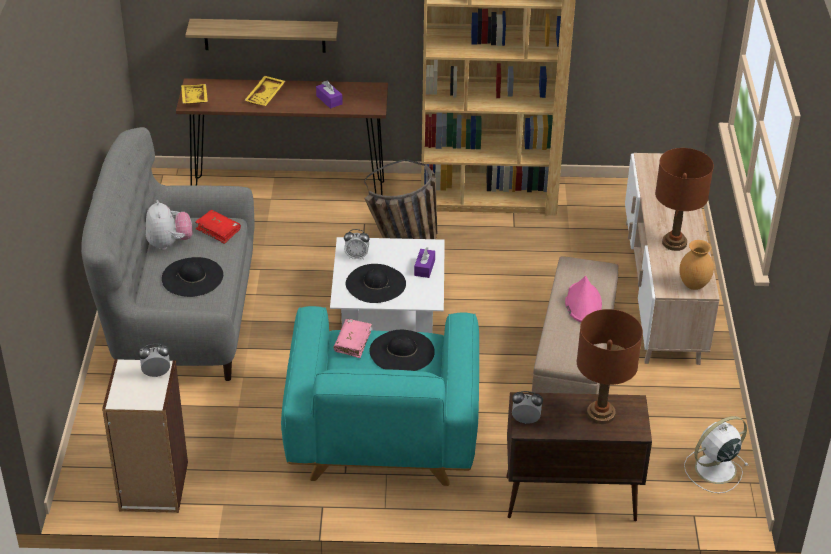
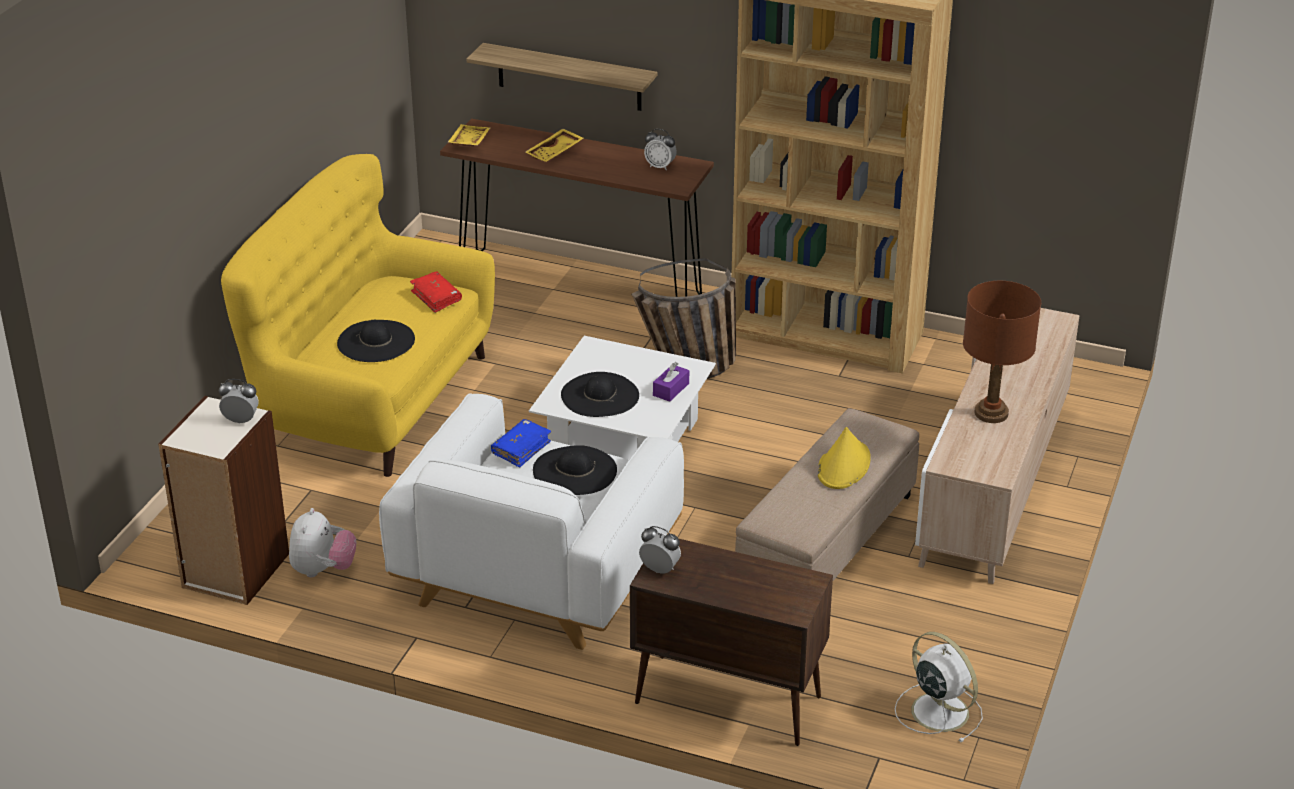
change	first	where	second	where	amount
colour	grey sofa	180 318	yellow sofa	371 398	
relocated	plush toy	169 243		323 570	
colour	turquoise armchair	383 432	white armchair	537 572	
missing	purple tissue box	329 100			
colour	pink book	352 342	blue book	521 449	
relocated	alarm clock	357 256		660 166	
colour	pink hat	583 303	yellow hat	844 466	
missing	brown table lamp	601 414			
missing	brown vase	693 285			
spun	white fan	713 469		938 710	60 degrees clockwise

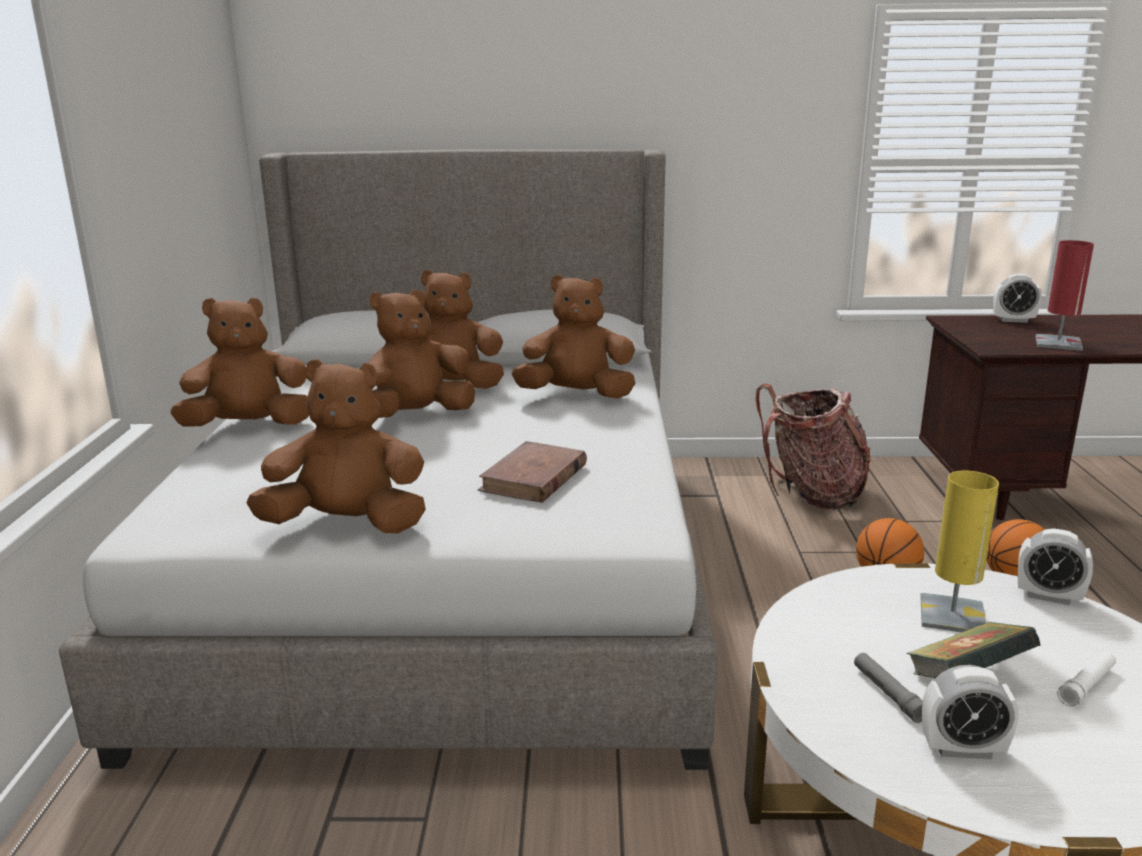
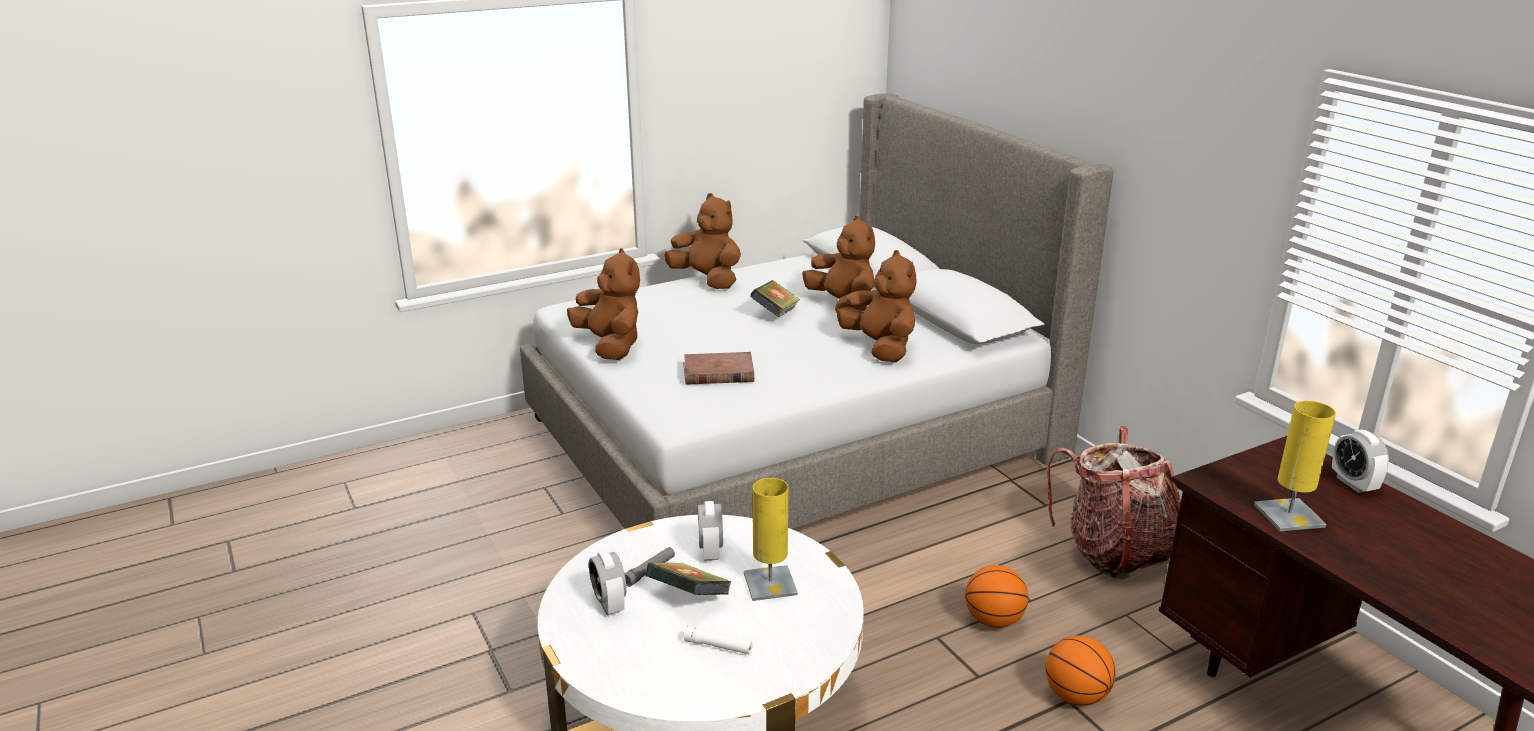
change	first	where	second	where	amount
exchanged	brown plush toy	417 416	book	775 314	
relocated	alarm clock	1048 596		711 551	
colour	red table lamp	1058 343	yellow table lamp	1289 515	

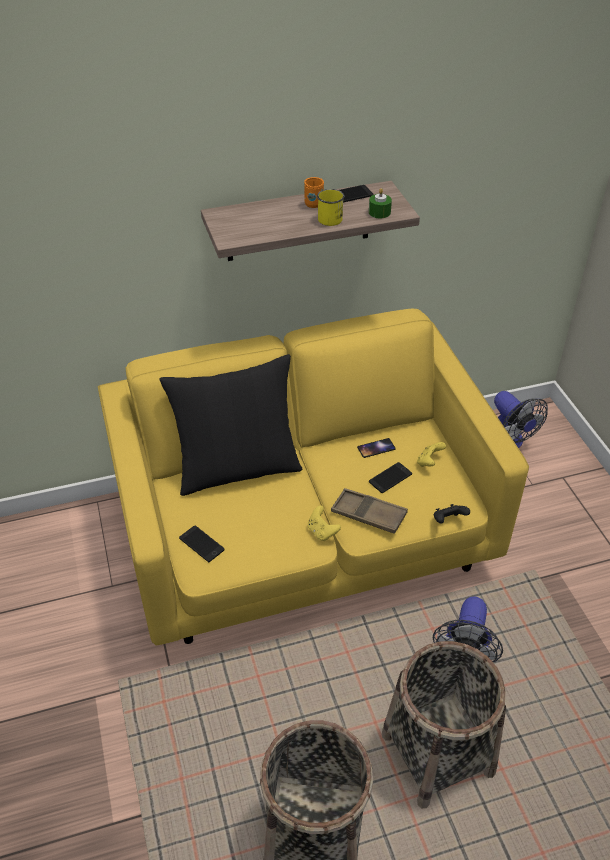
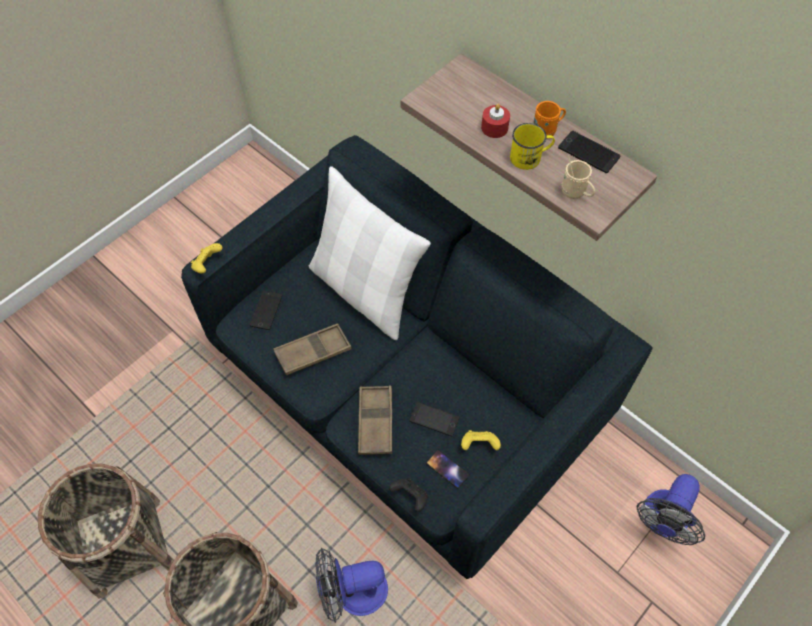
change	first	where	second	where	amount
colour	yellow sofa	305 538	blue sofa	406 392	
colour	black pillow	238 469	white pillow	365 291	
relocated	yellow game controller	322 532		207 265	
relocated	phone	376 448		447 469	
exchanged	green candle	379 212	beige mug	576 194	
appeared			brown tray	313 352	
appeared			red candle	494 128	

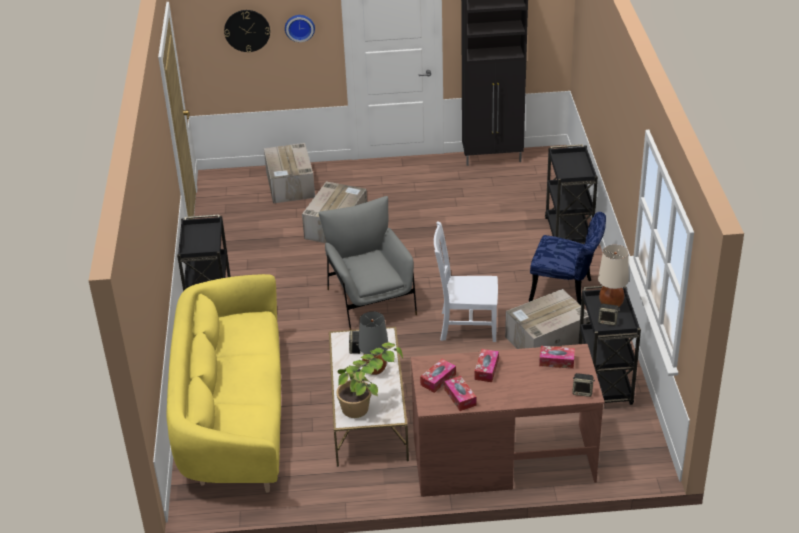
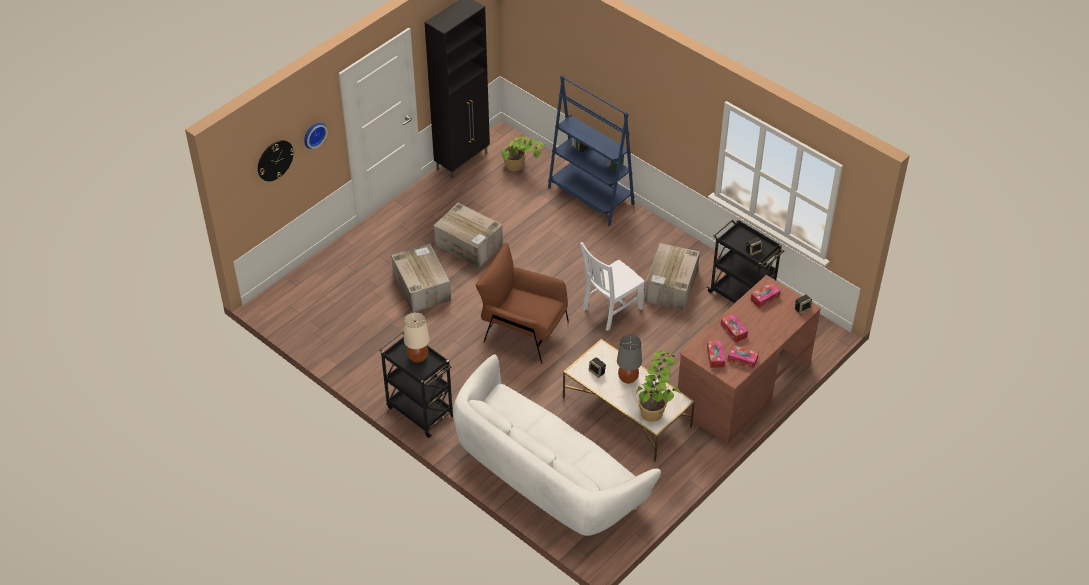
change	first	where	second	where	amount
colour	yellow sofa	234 417	white sofa	547 477	
relocated	cardboard box	290 185		469 244	
colour	grey armchair	370 300	brown armchair	523 331	
missing	blue chair	567 291			
exchanged	black cart	568 234	blue bookcase	590 196	
relocated	beige table lamp	610 304		418 357	
appeared			potted plant	520 170	

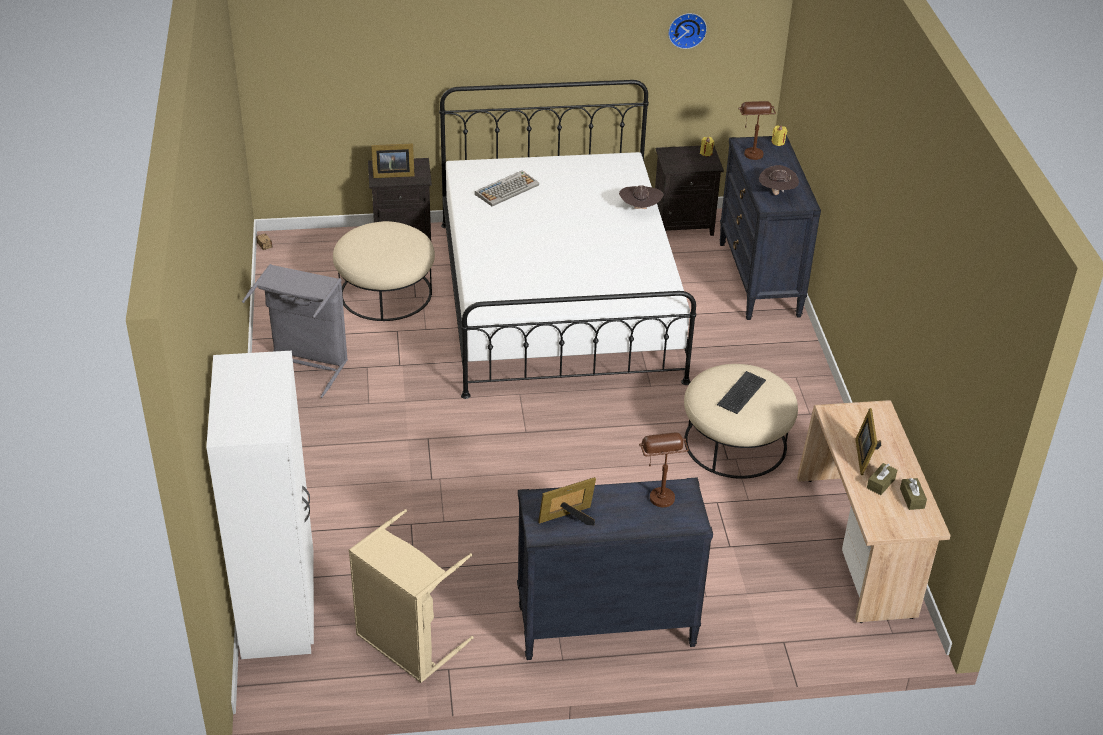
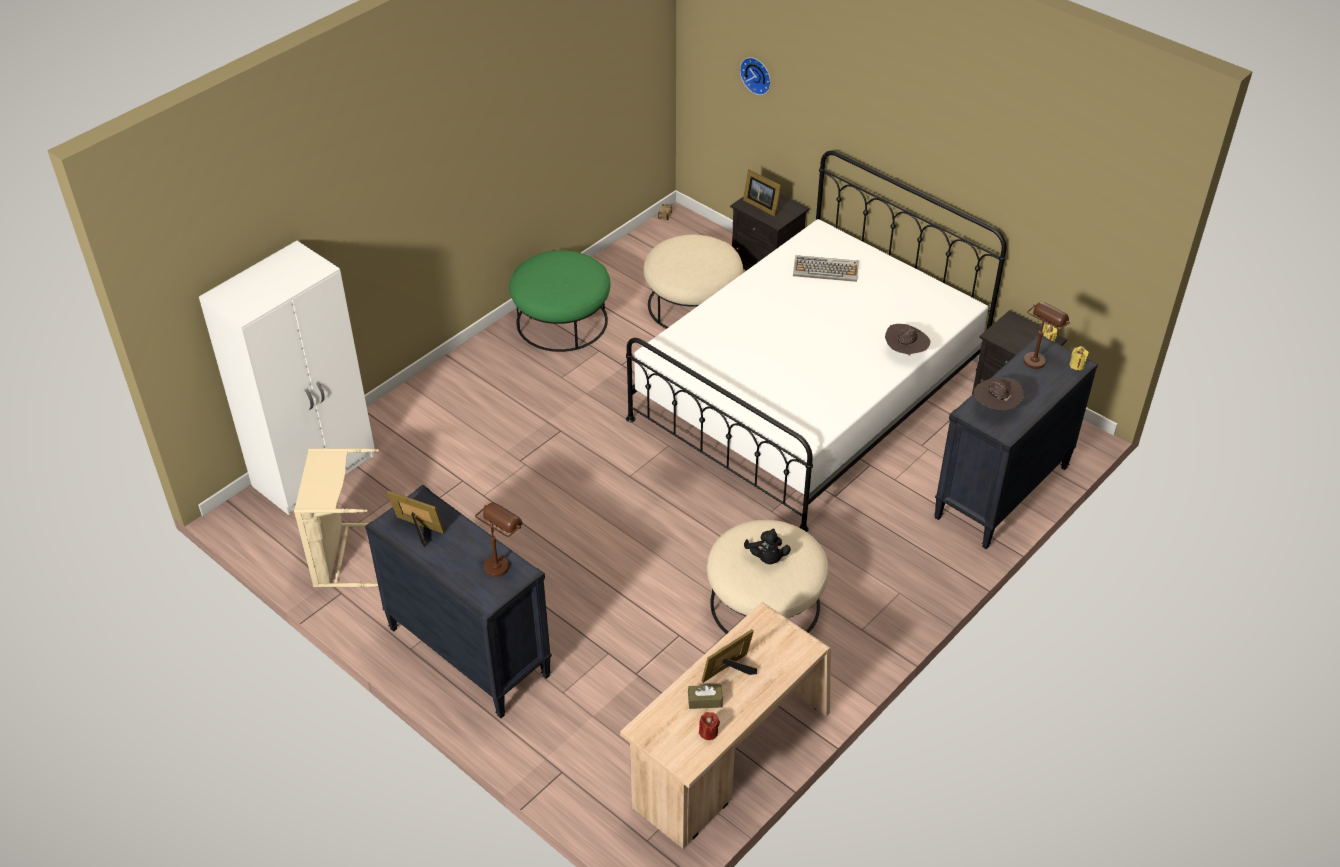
change	first	where	second	where	amount
exchanged	grey laundry basket	304 365	green ottoman	562 321	
relocated	wall clock	687 29		757 74	
exchanged	keyboard	742 393	black plush toy	767 558	
exchanged	brown tissue box	912 498	red candle	708 732	

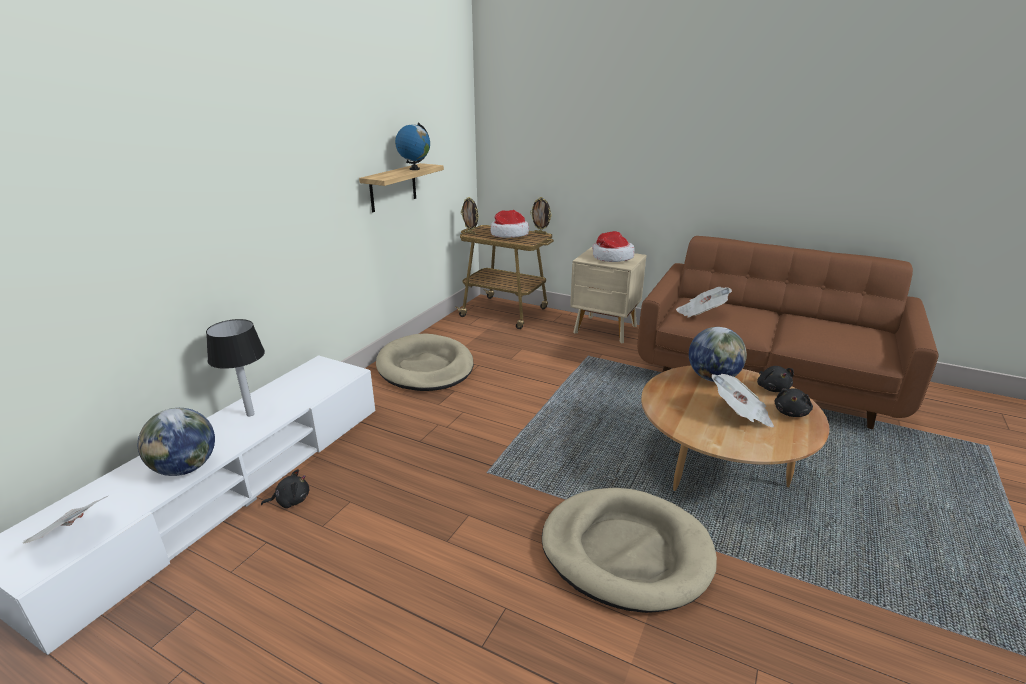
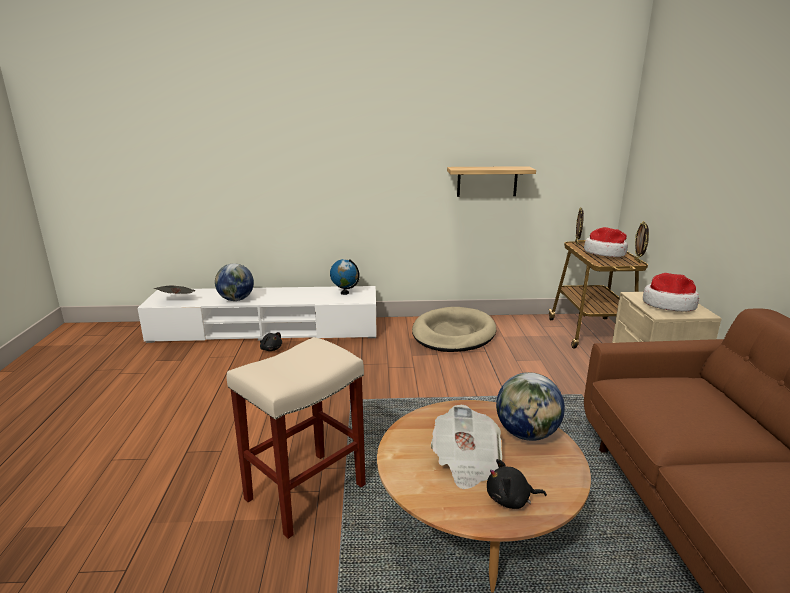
change	first	where	second	where	amount
missing	table lamp	250 414			
relocated	globe	414 169		345 293	
exchanged	beige dog bed	625 551	beige stool	306 491	
missing	newspaper	701 314			
missing	black plush toy	772 388			

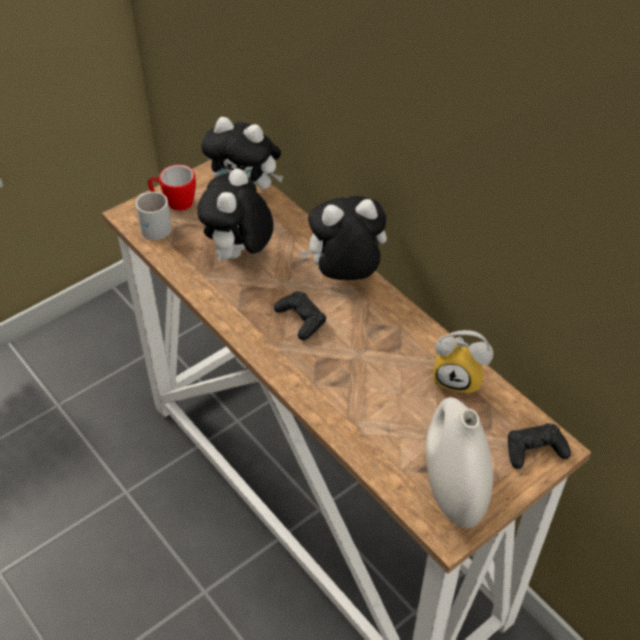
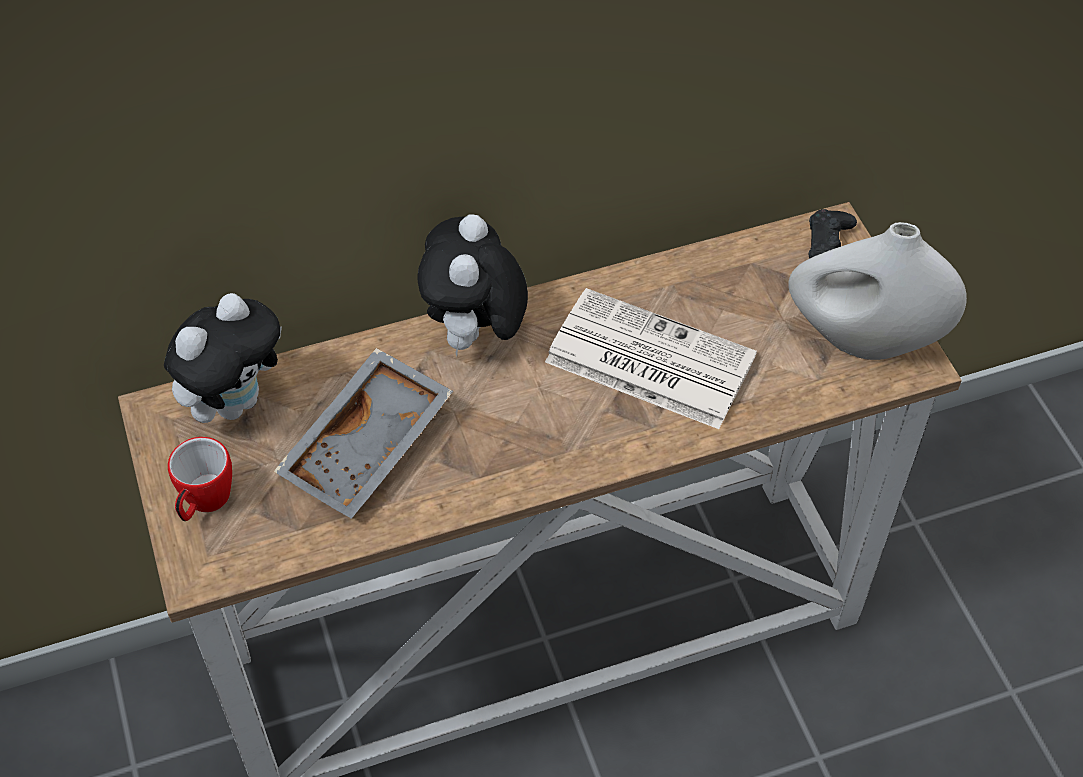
change	first	where	second	where	amount
missing	white mug	154 225			
exchanged	plush toy	239 255	grey tray	369 447	
missing	black game controller	301 319			
missing	alarm clock	459 378			
appeared			newspaper	647 359	

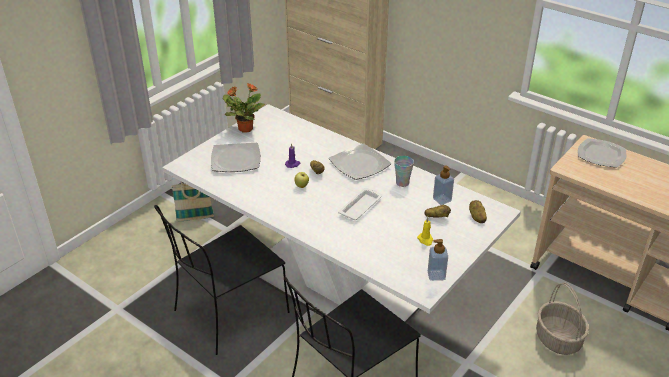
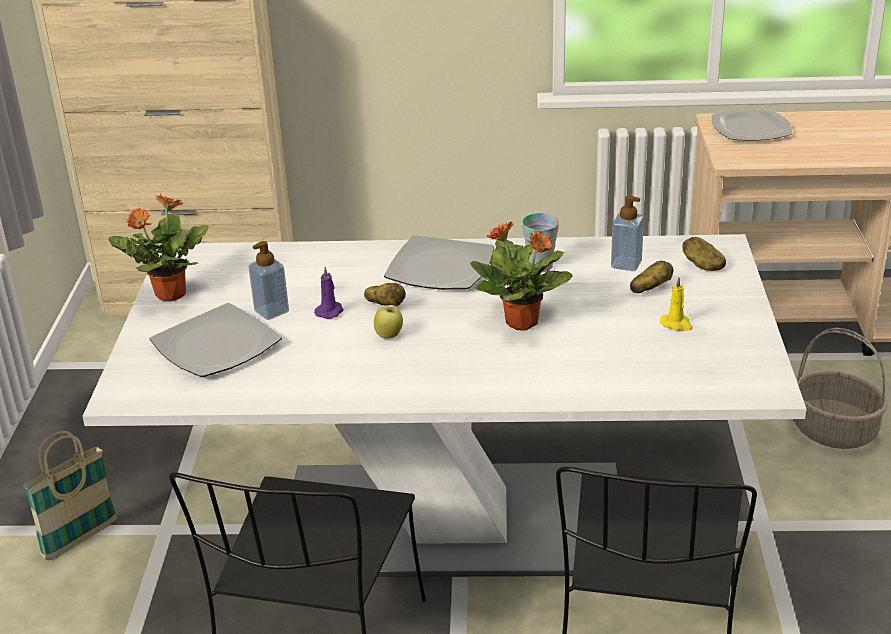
change	first	where	second	where	amount
exchanged	white tray	361 206	potted plant	523 323	
relocated	soap dispenser	436 275		271 311	

